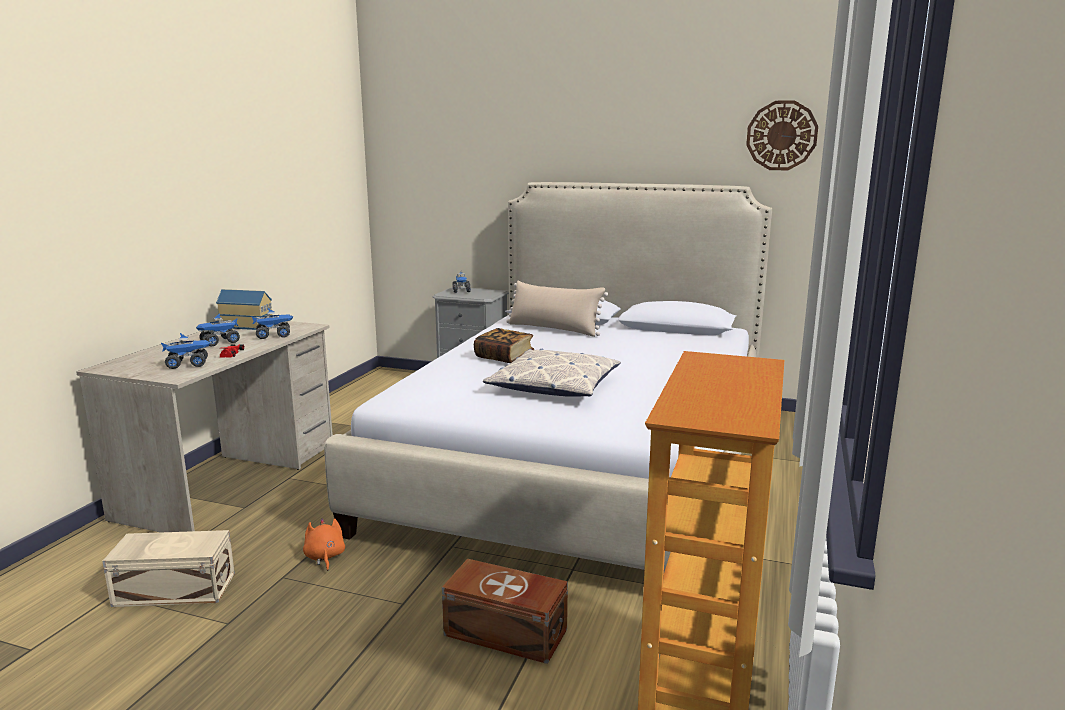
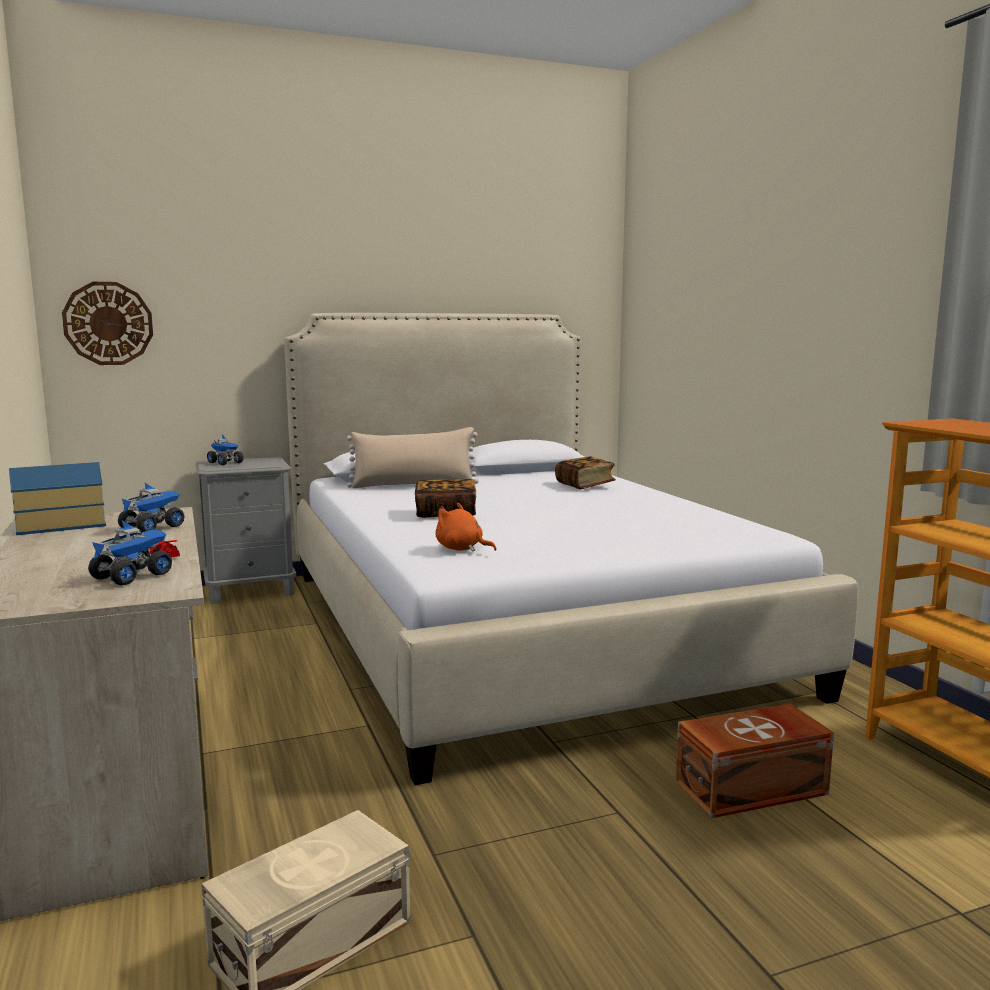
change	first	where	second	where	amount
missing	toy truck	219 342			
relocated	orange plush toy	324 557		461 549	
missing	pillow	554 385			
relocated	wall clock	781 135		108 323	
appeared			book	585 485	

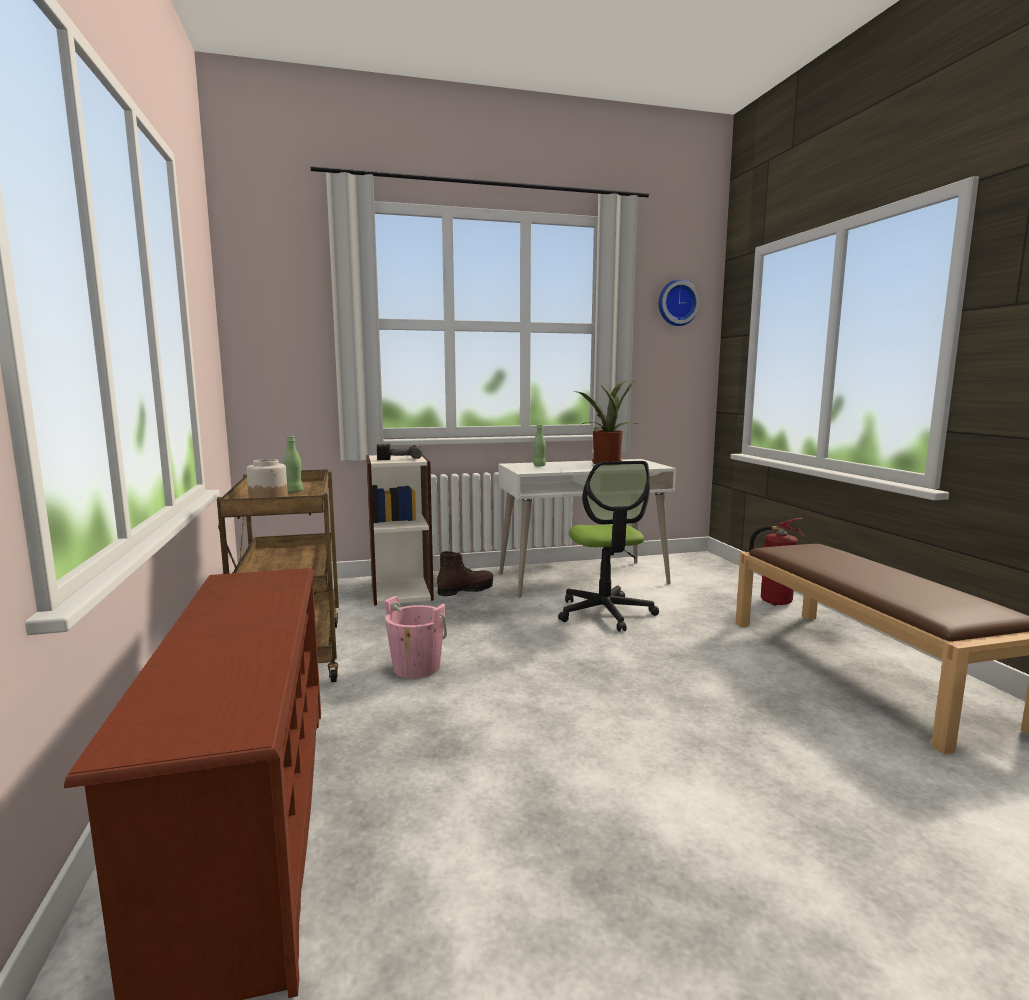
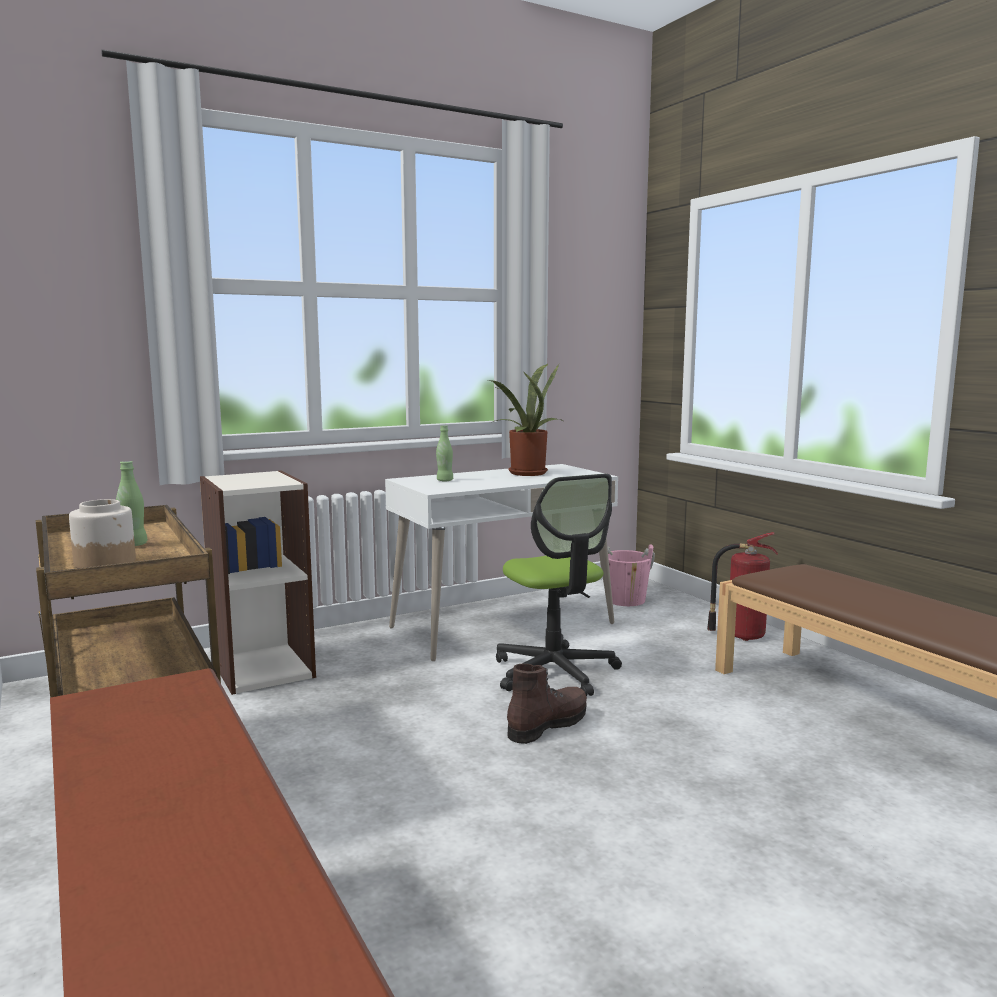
change	first	where	second	where	amount
missing	power drill	400 458			
relocated	pink bucket	416 667		625 600	
relocated	brown boot	465 590		547 725	
missing	wall clock	677 303			

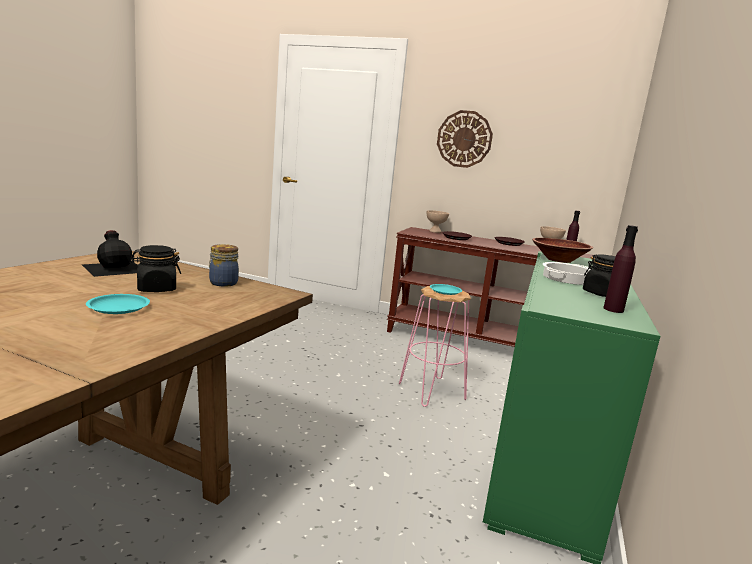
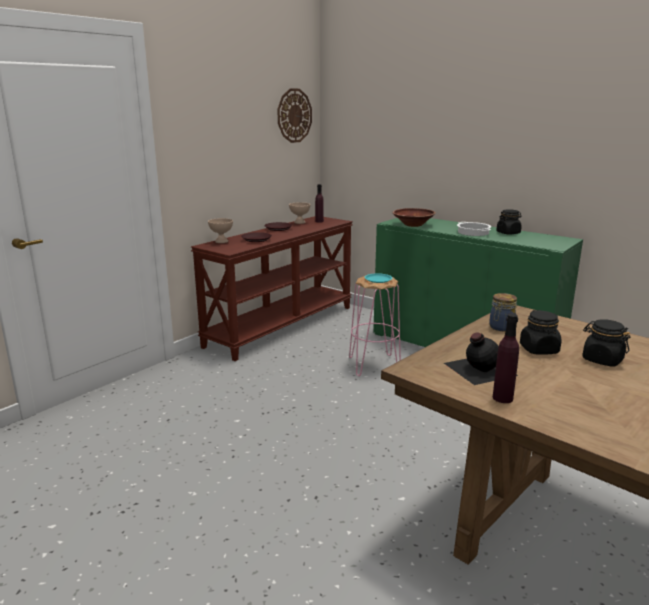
change	first	where	second	where	amount
exchanged	turquoise plate	118 307	black jar	602 360	
relocated	wall clock	464 139		294 115	
relocated	purple bottle	613 309		502 398	

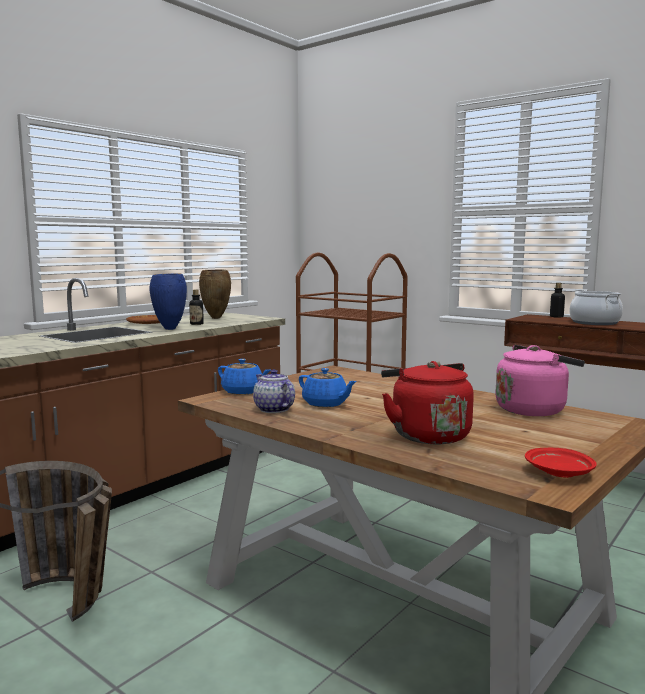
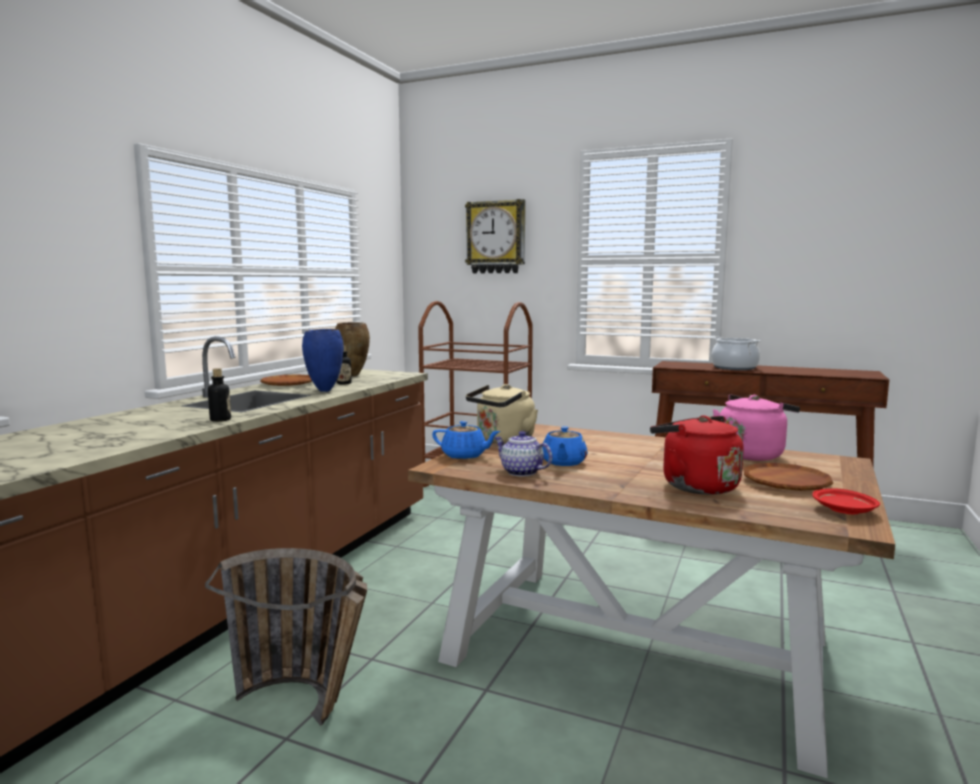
change	first	where	second	where	amount
spun	blue teapot	326 404		563 462	75 degrees clockwise
relocated	bottle	556 316		220 420	
appeared			wall clock	496 237	
appeared			beige kettle	503 440	
appeared			brown plate	786 483	

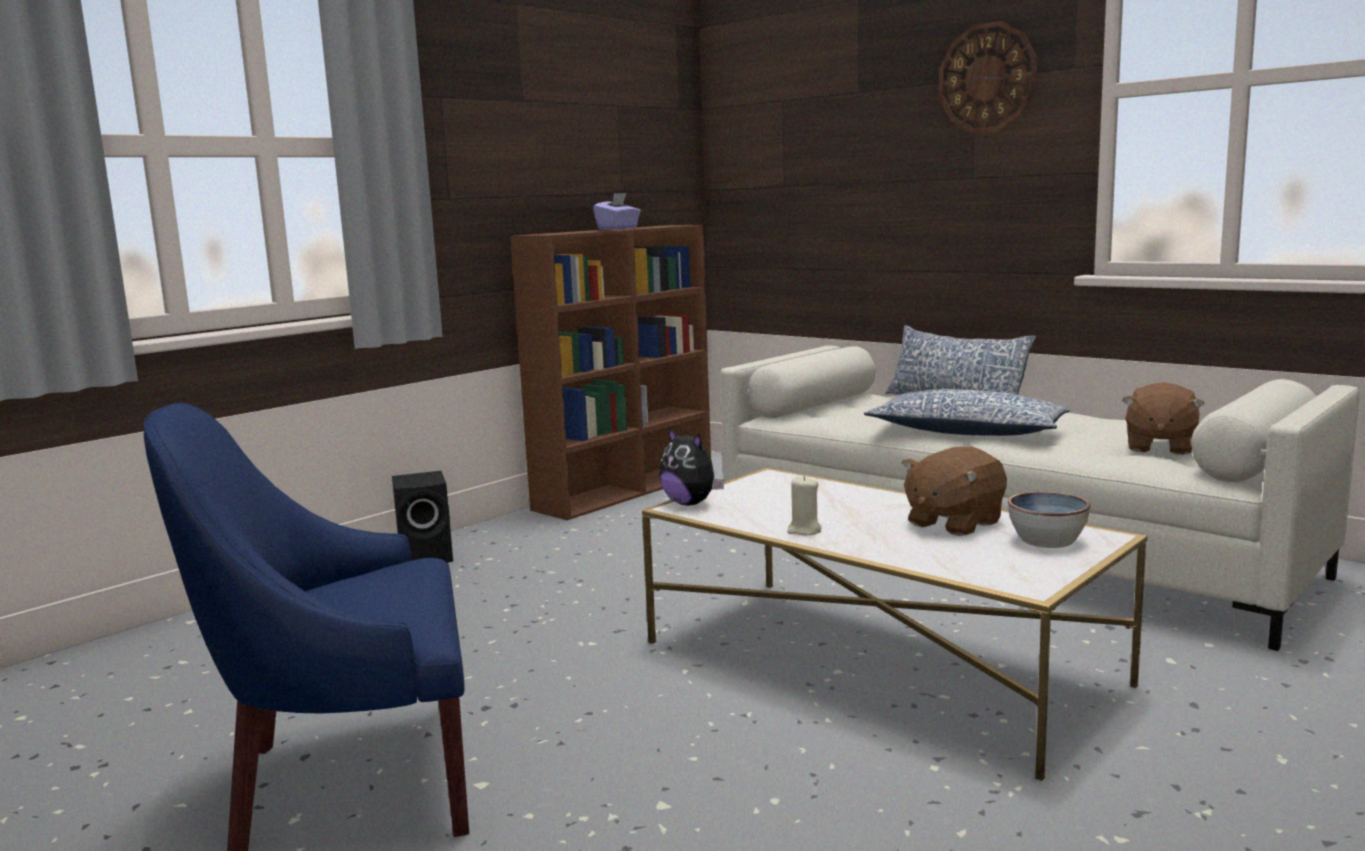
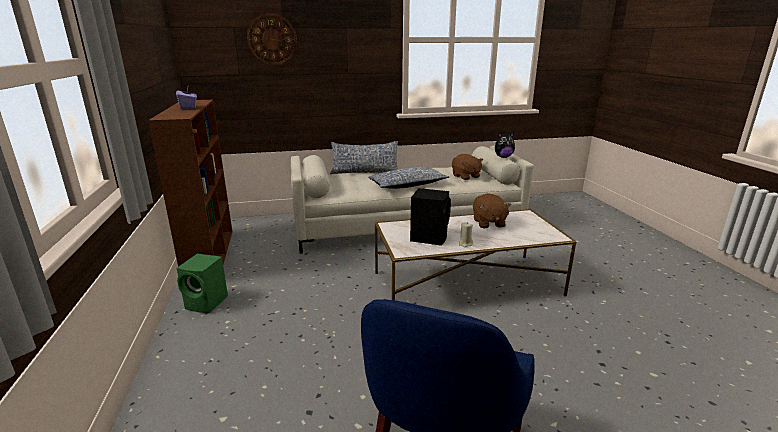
change	first	where	second	where	amount
relocated	black speaker	428 557		429 237	
relocated	plush toy	691 503		503 157	
relocated	wall clock	987 78		272 39	
missing	bowl	1046 541			
appeared			green speaker	207 303	

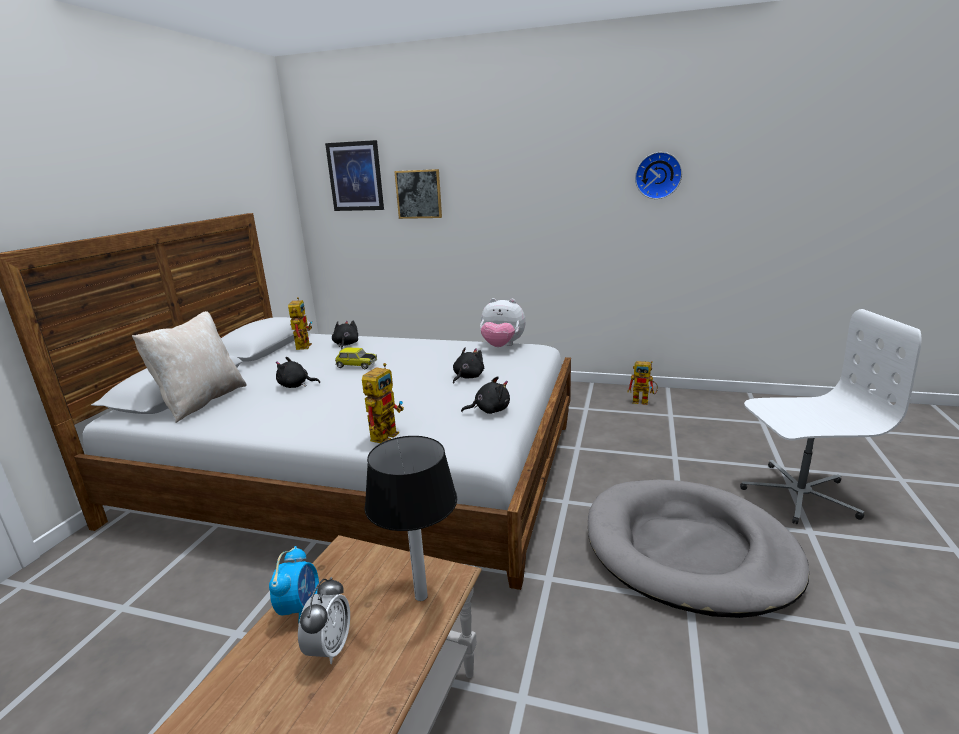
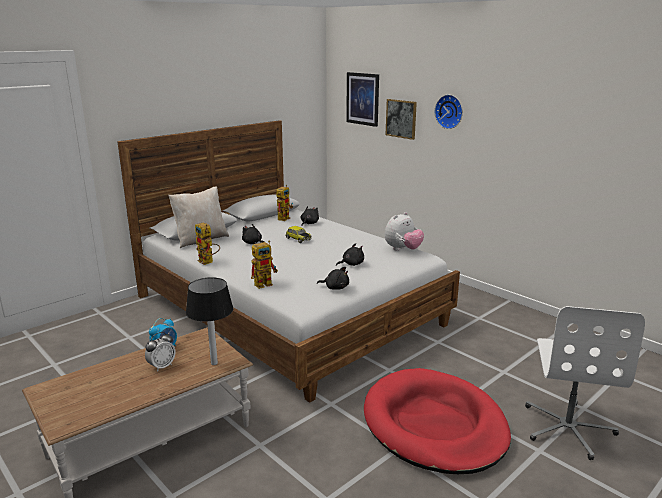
change	first	where	second	where	amount
spun	plush toy	502 346		403 249	90 degrees counterclockwise
colour	grey dog bed	688 550	red dog bed	434 425	
relocated	toy robot	644 401		208 262	
relocated	wall clock	658 175		450 111	
spun	white office chair	798 494		568 428	75 degrees clockwise

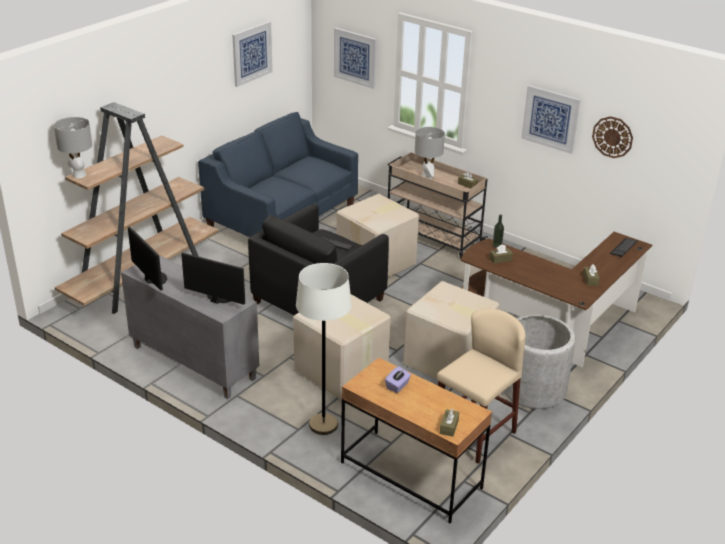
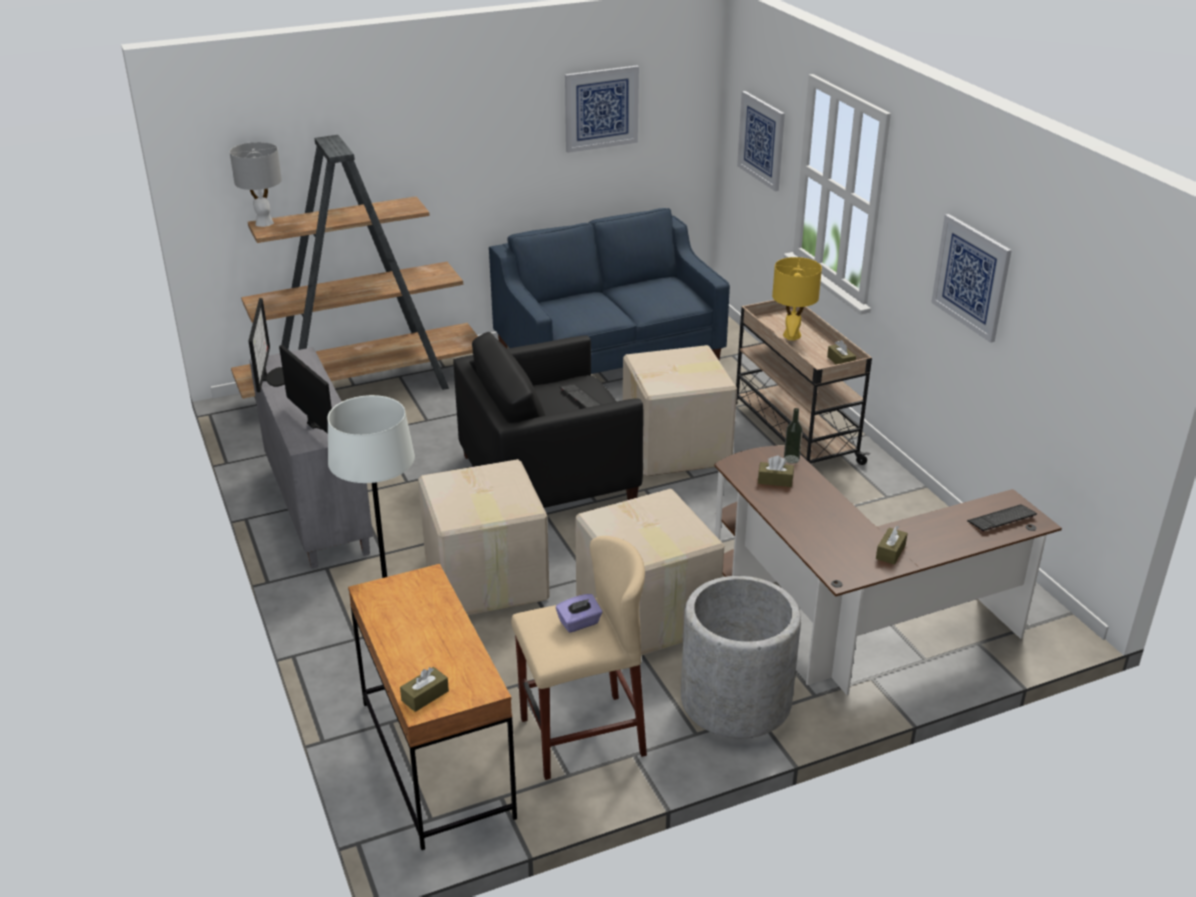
change	first	where	second	where	amount
relocated	purple tissue box	397 386		579 623	
colour	grey table lamp	427 176	yellow table lamp	791 336	
missing	wall clock	612 137			

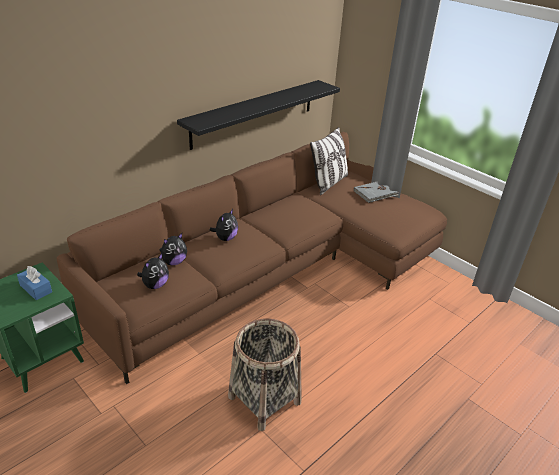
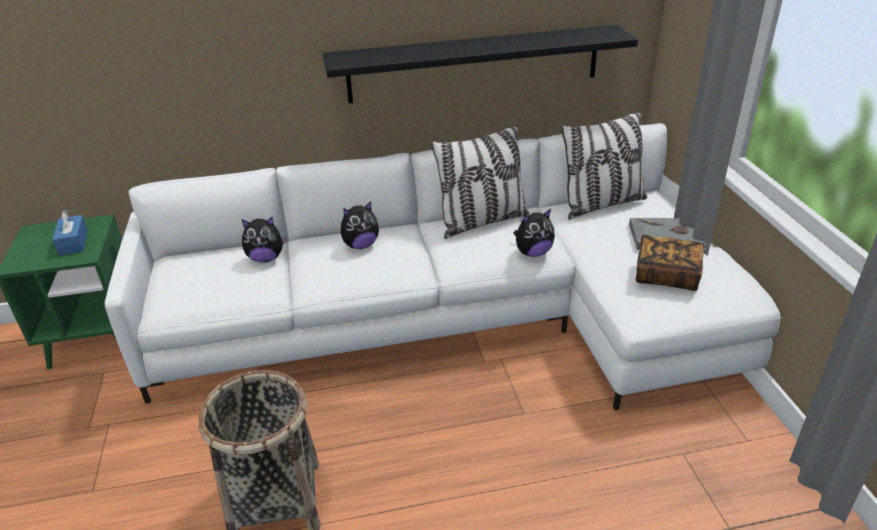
change	first	where	second	where	amount
colour	brown sofa	278 268	white sofa	466 319	
relocated	plush toy	155 285		533 253	
appeared			pillow	482 222	
appeared			book	666 276	

